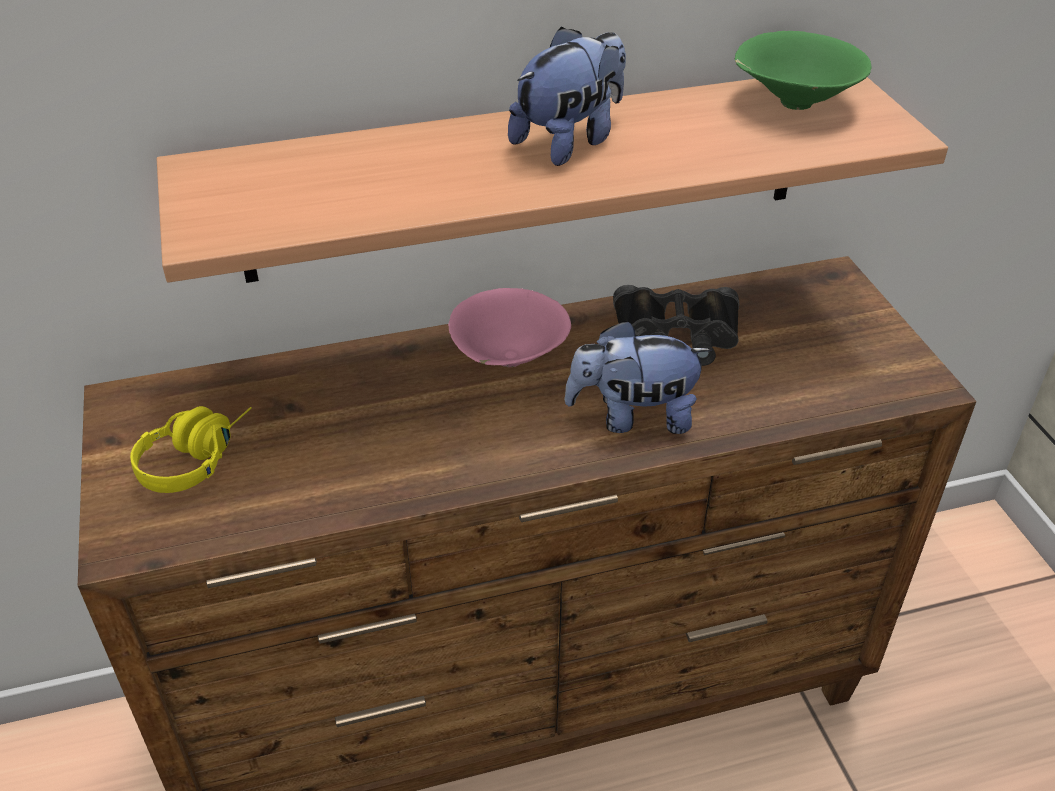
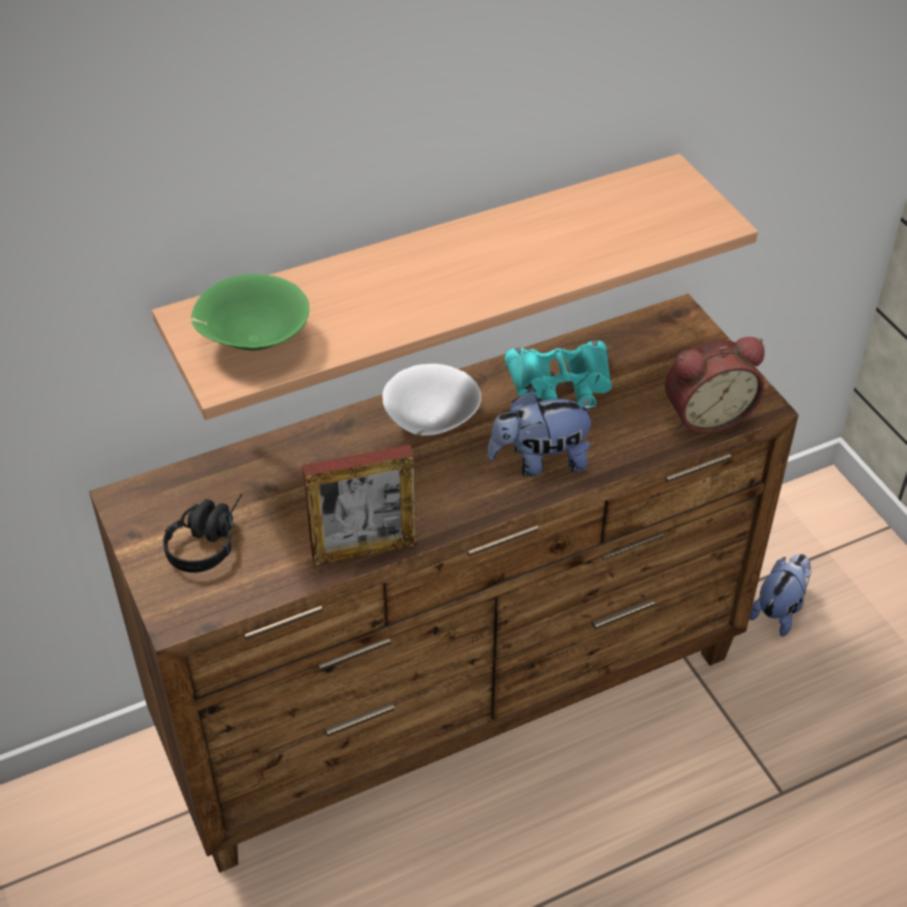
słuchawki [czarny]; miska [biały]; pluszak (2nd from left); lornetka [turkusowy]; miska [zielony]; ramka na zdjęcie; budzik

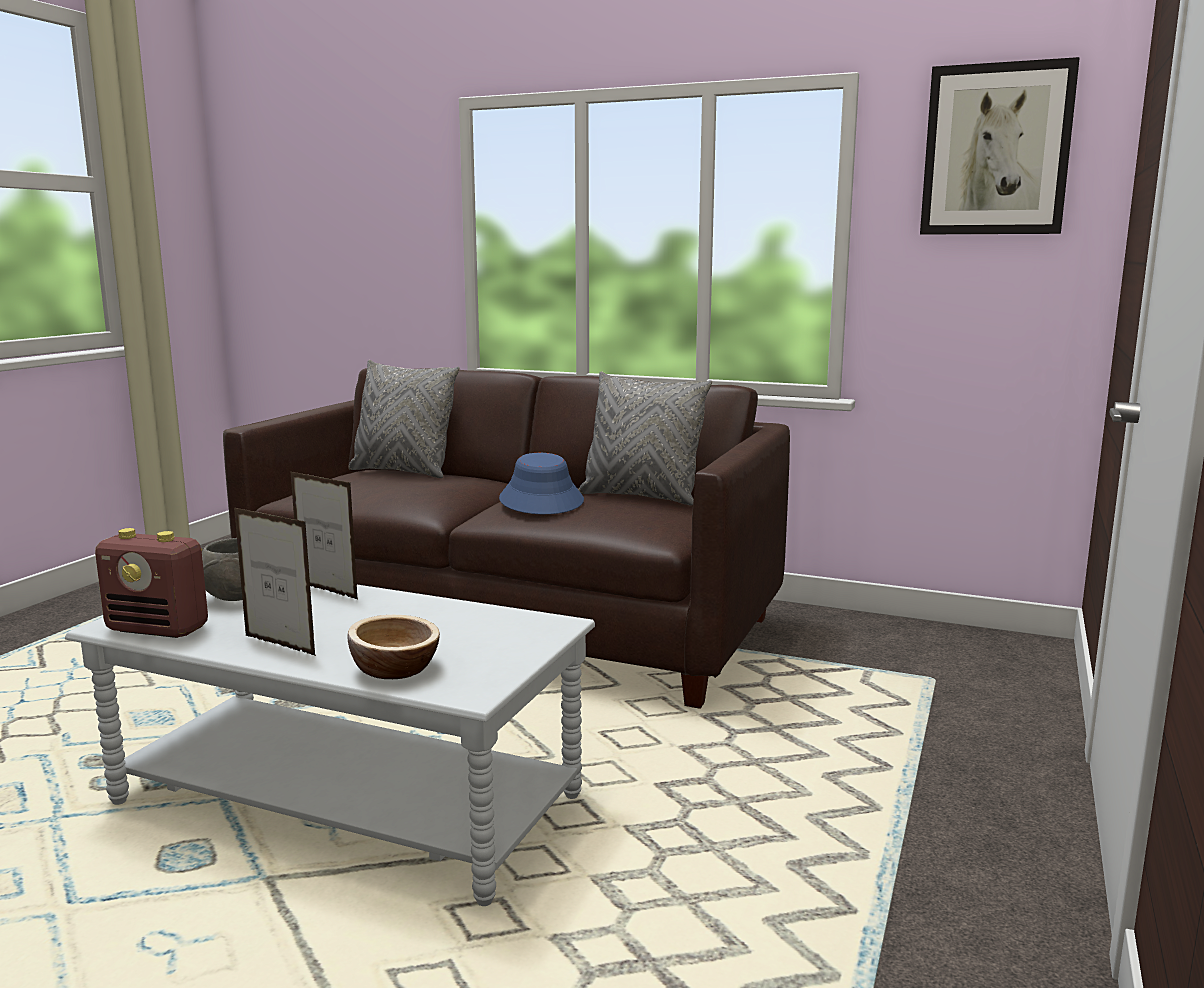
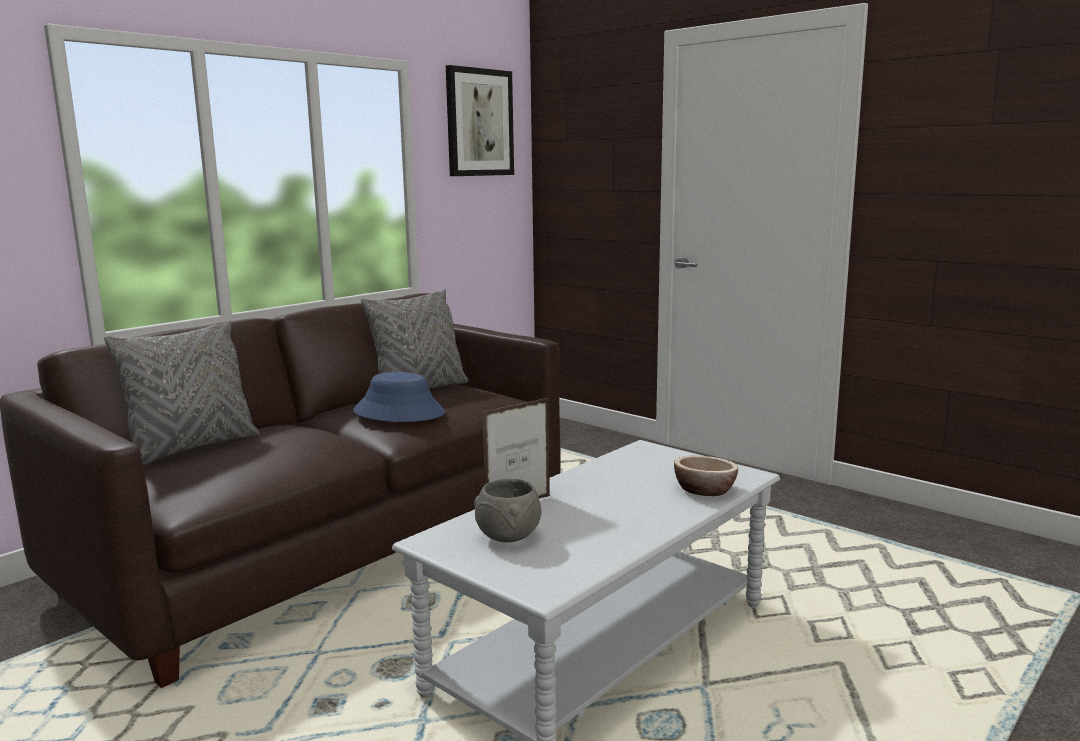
radio; ramka na zdjęcie (1st from left in the first image)

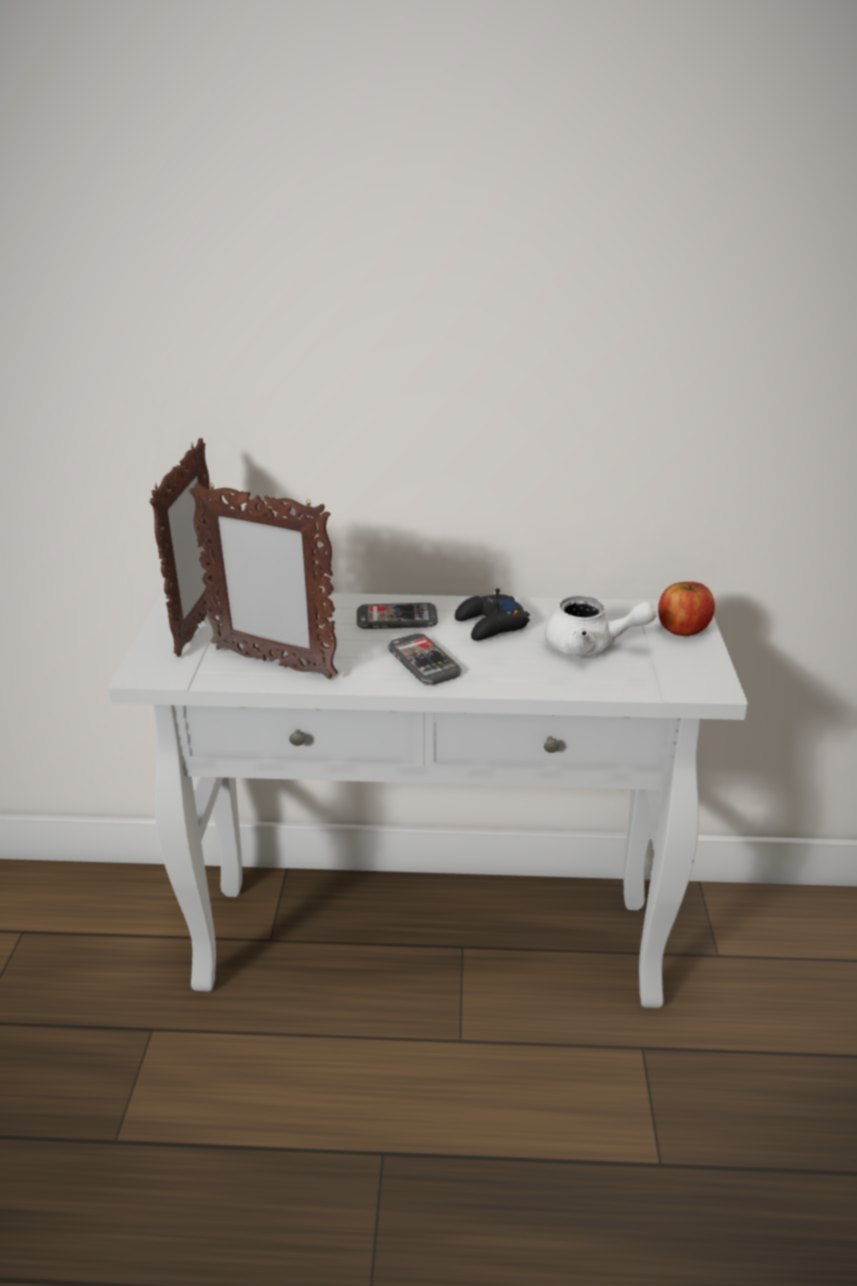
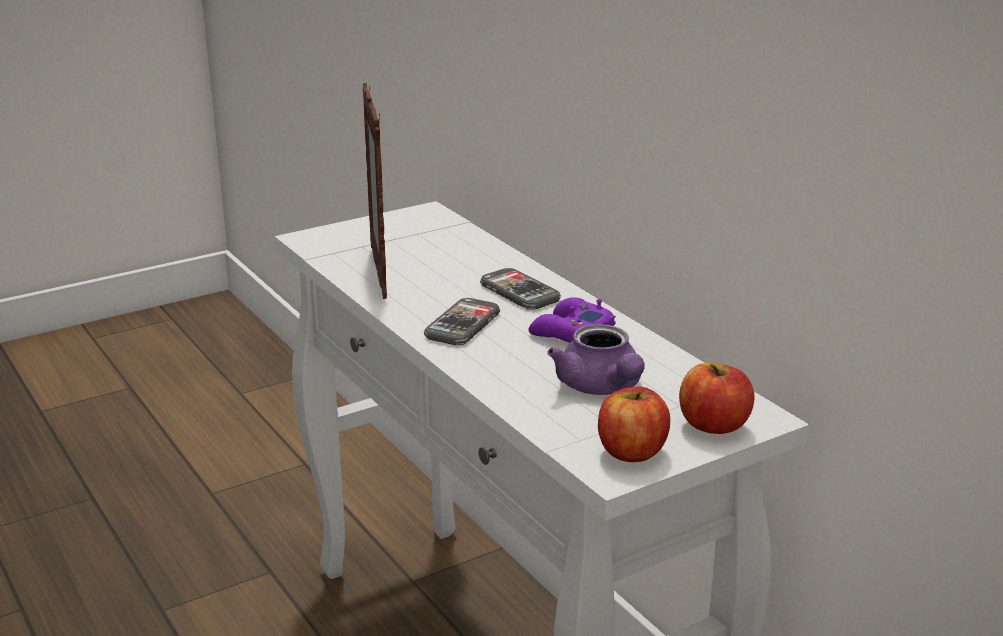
ramka na zdjęcie (1st from left in the first image); pad do gier [fioletowy]; imbryk [fioletowy]; jabłko (1st from left)

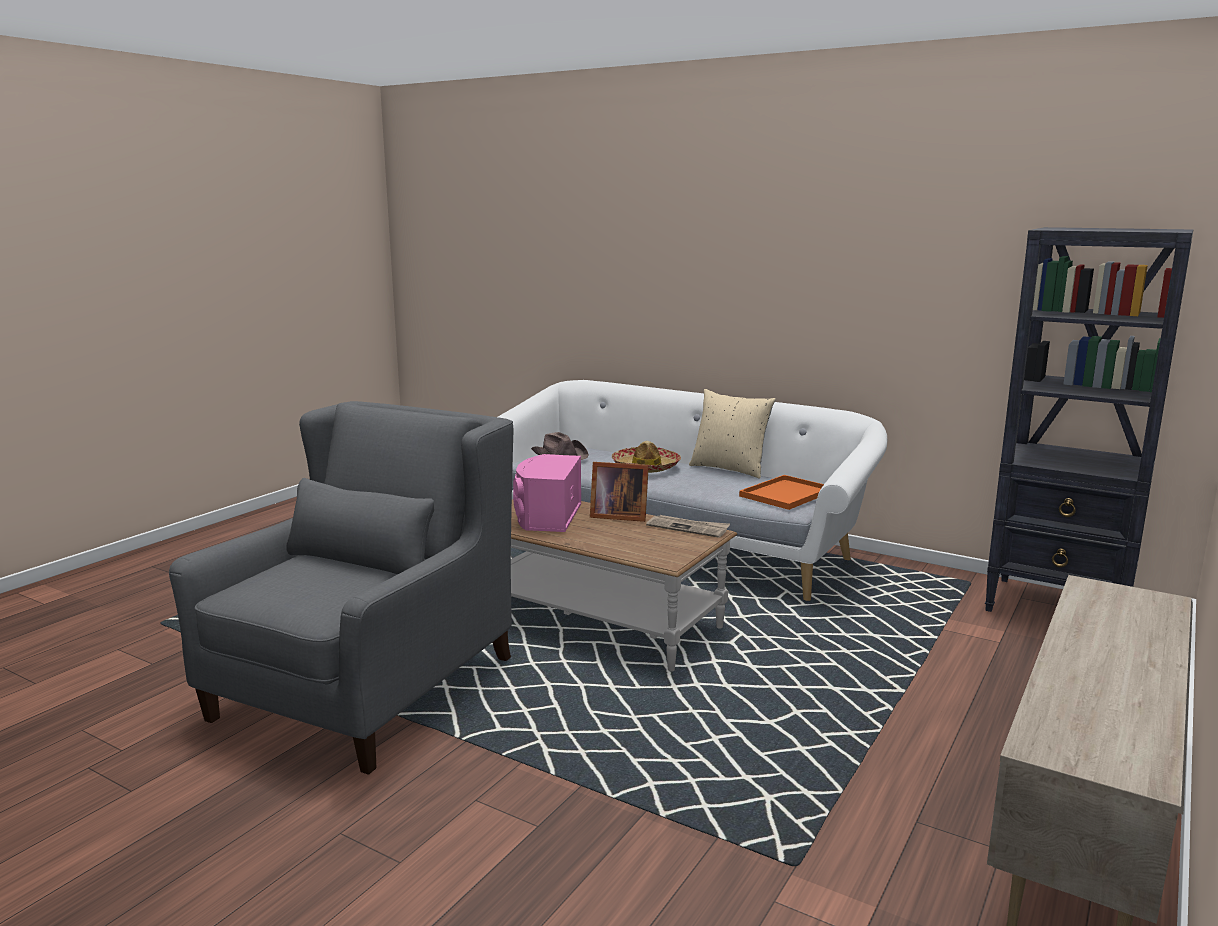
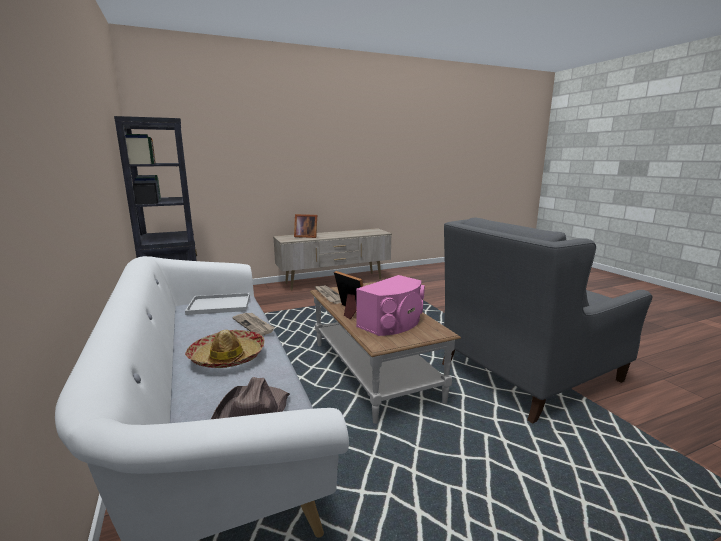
poduszka [beżowy]; taca [biały]; gazeta (1st from left); ramka na zdjęcie (1st from left)

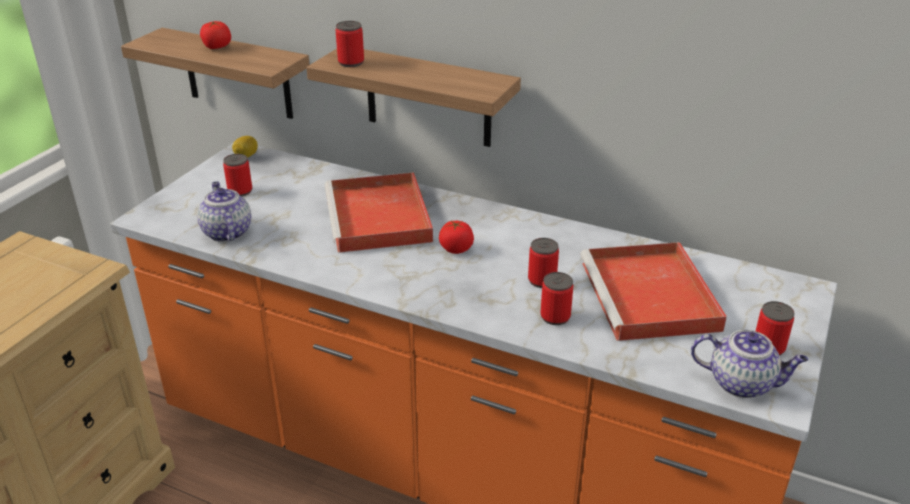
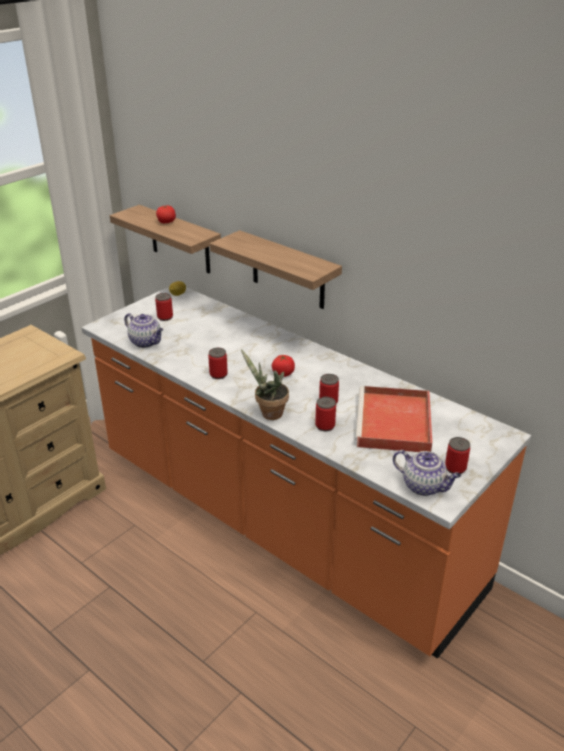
imbryk (1st from left); taca [czerwony] (1st from left in the first image); puszka (2nd from left); roślina doniczkowa

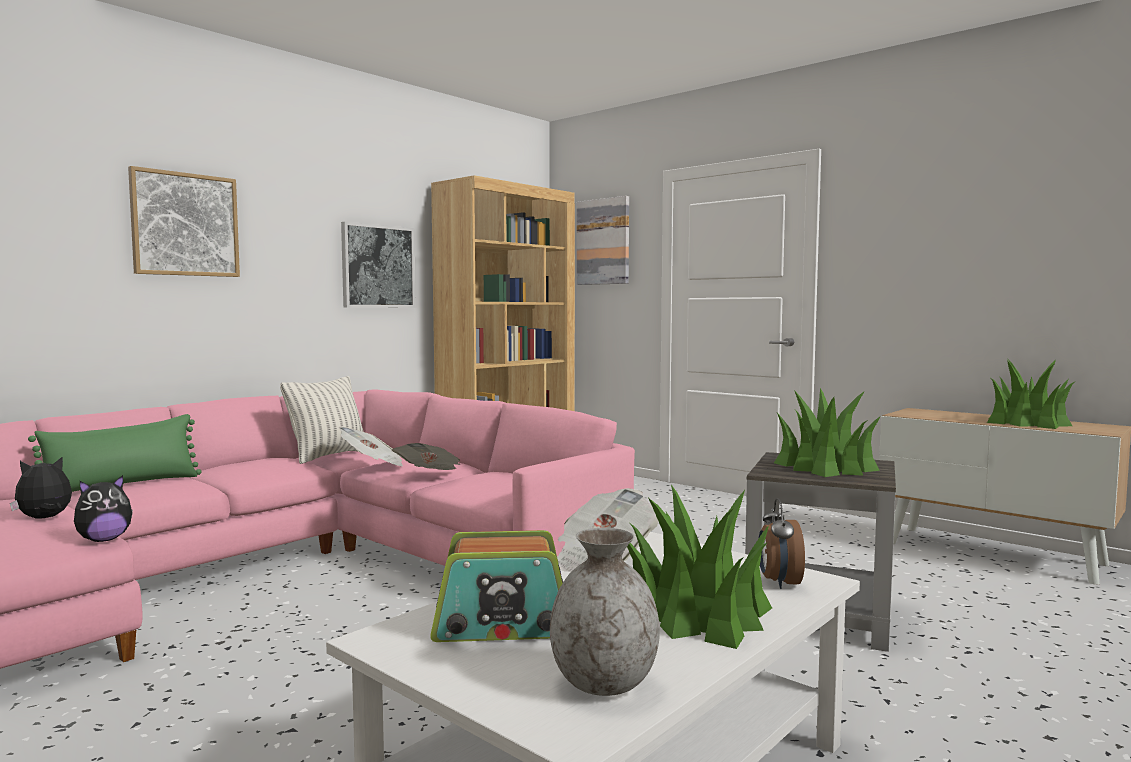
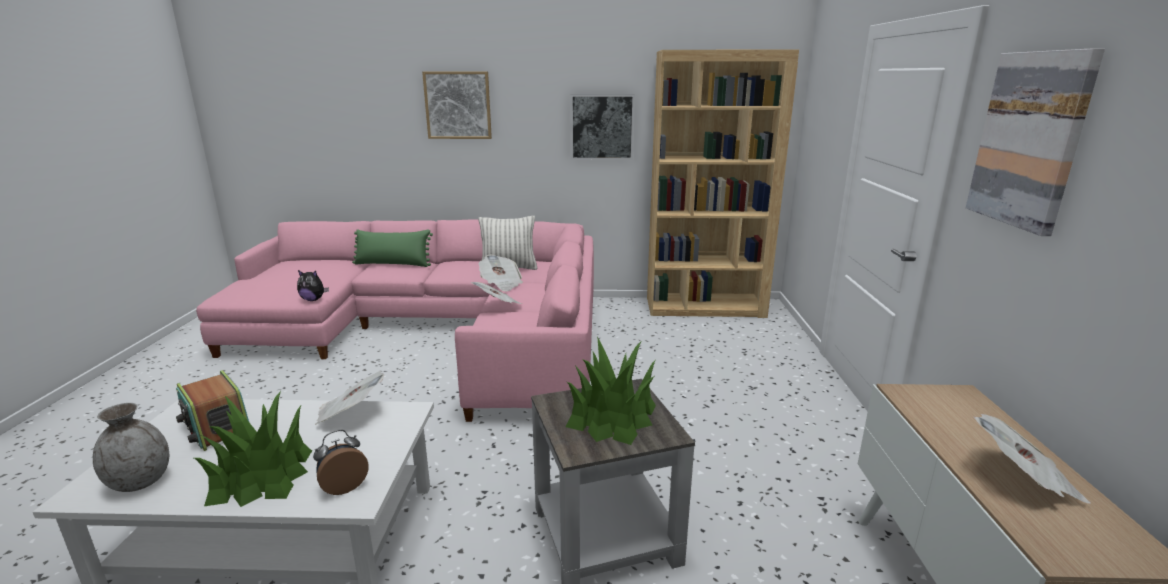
pluszak (1st from left in the first image); obraz (3rd from left); gazeta (4th from left)

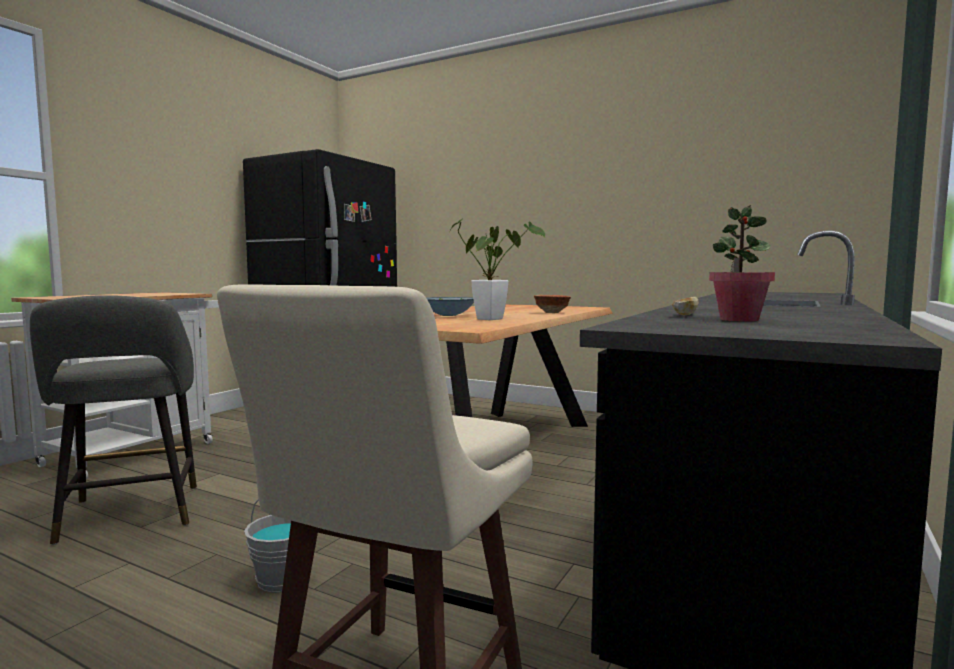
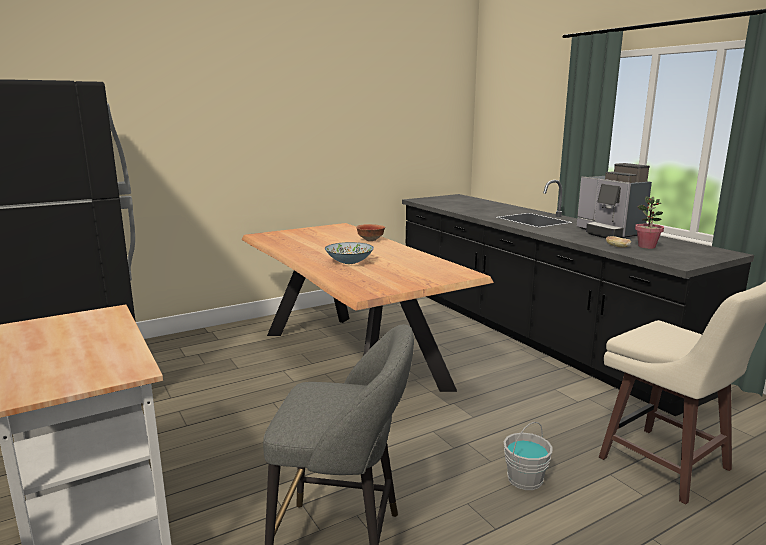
roślina doniczkowa (1st from left in the first image); ekspres do kawy

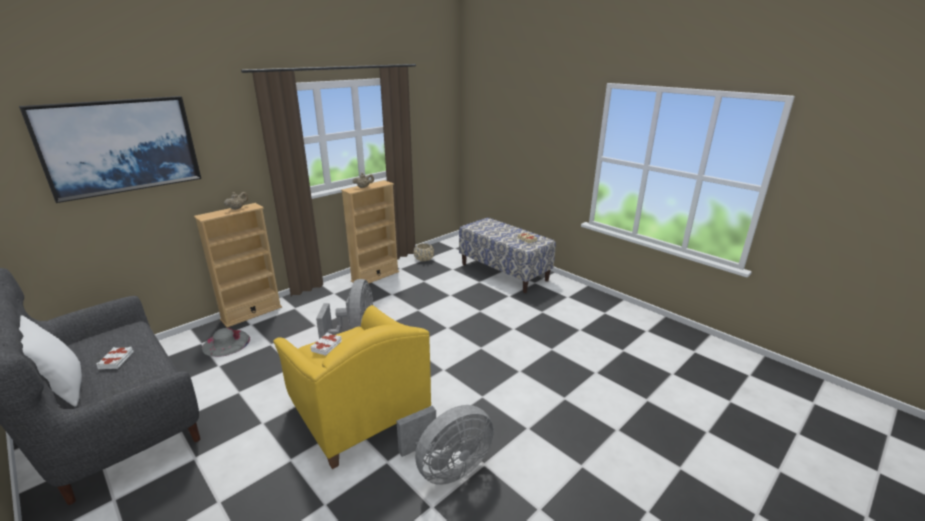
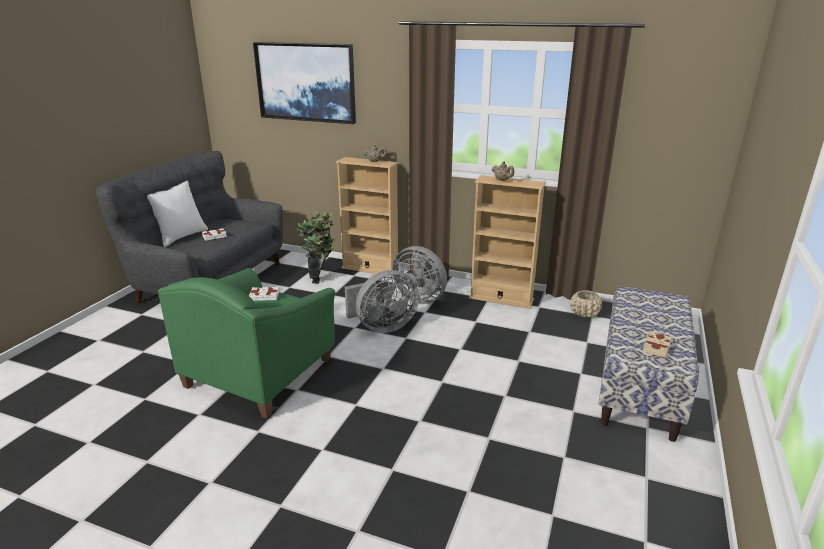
roślina doniczkowa; fotel [zielony]; wentylator [szary] (2nd from left)

